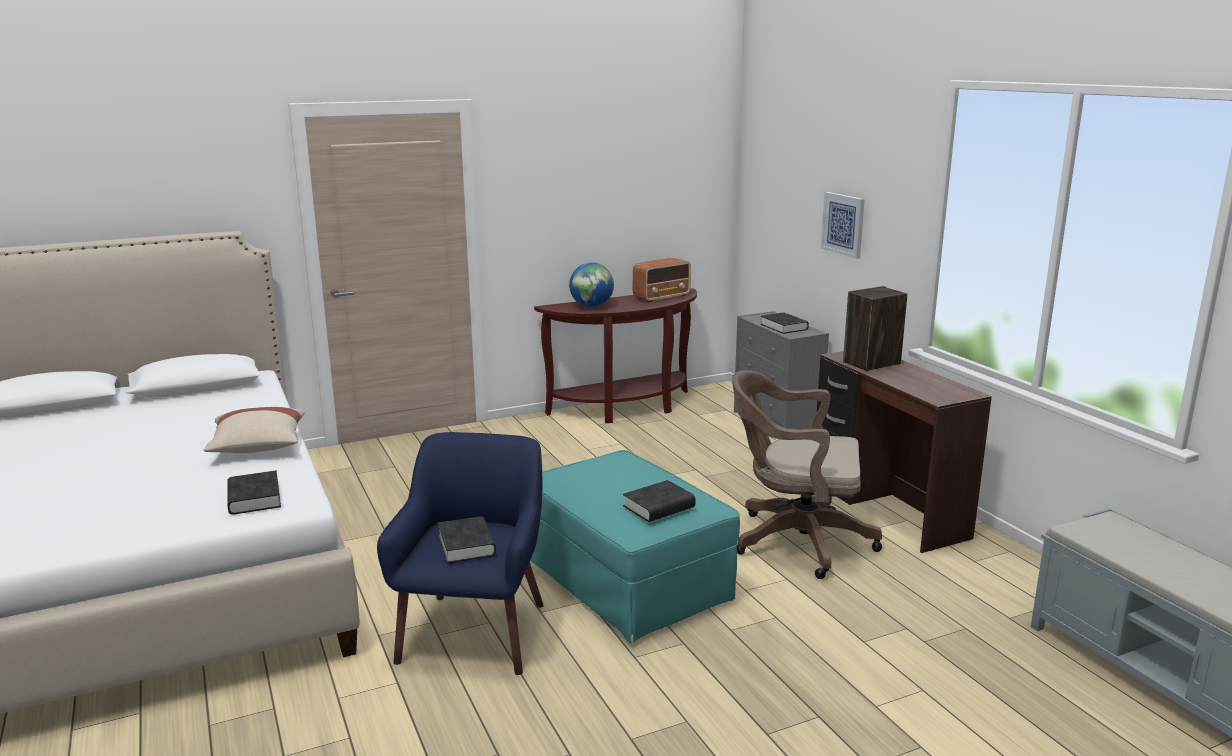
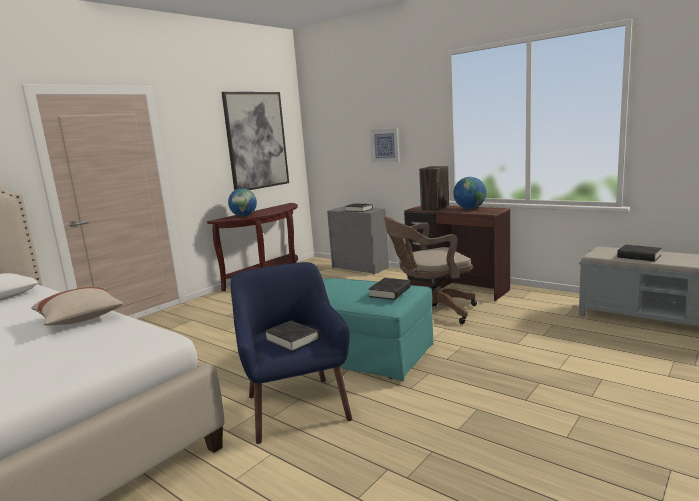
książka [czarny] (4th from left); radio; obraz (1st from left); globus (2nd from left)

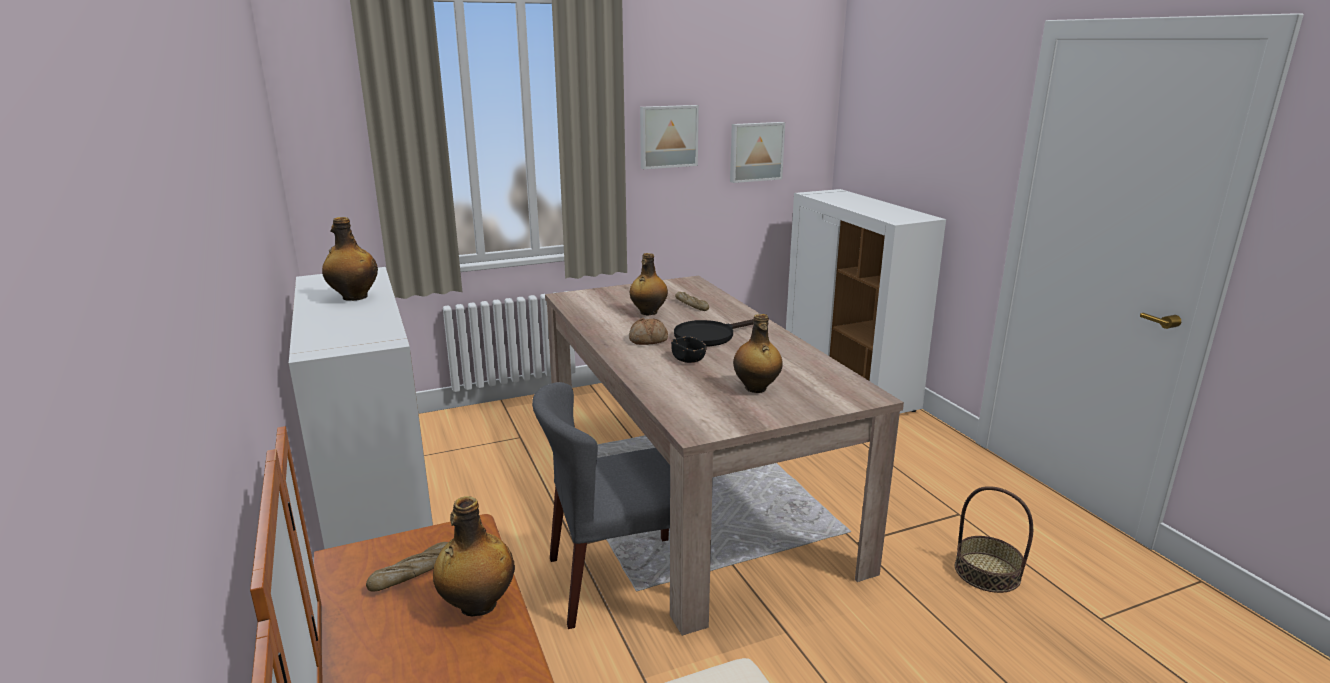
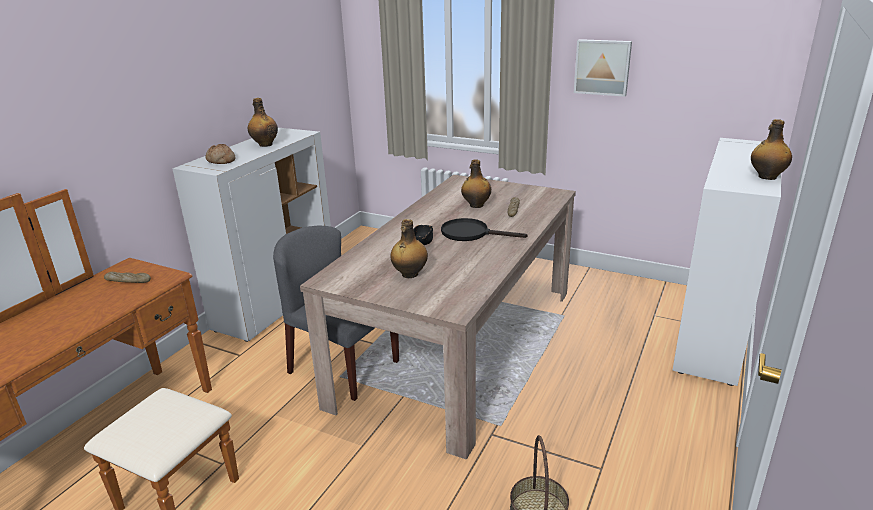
butelka (4th from left); chleb (2nd from left); obraz (2nd from left in the first image)

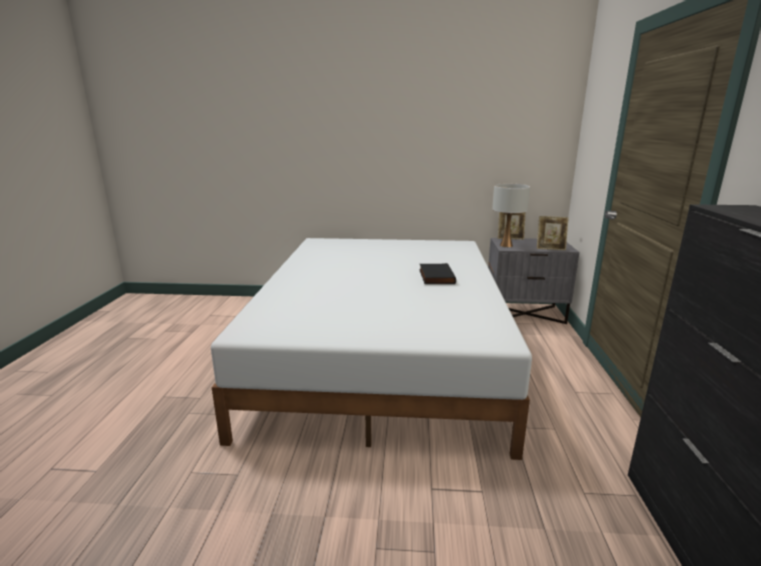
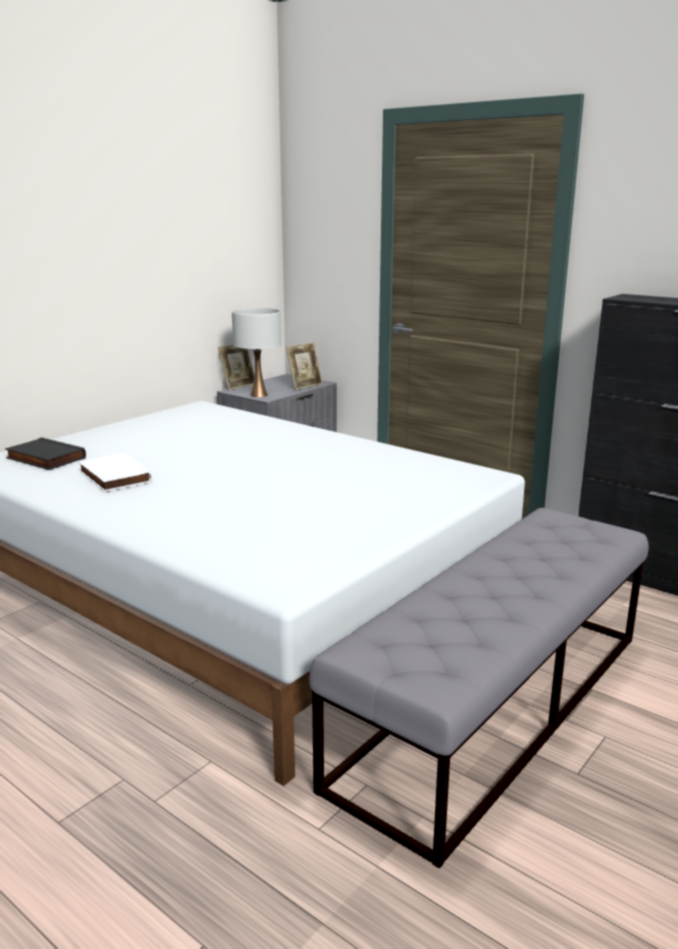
książka [czarny]; książka [biały]; ławka [szary]

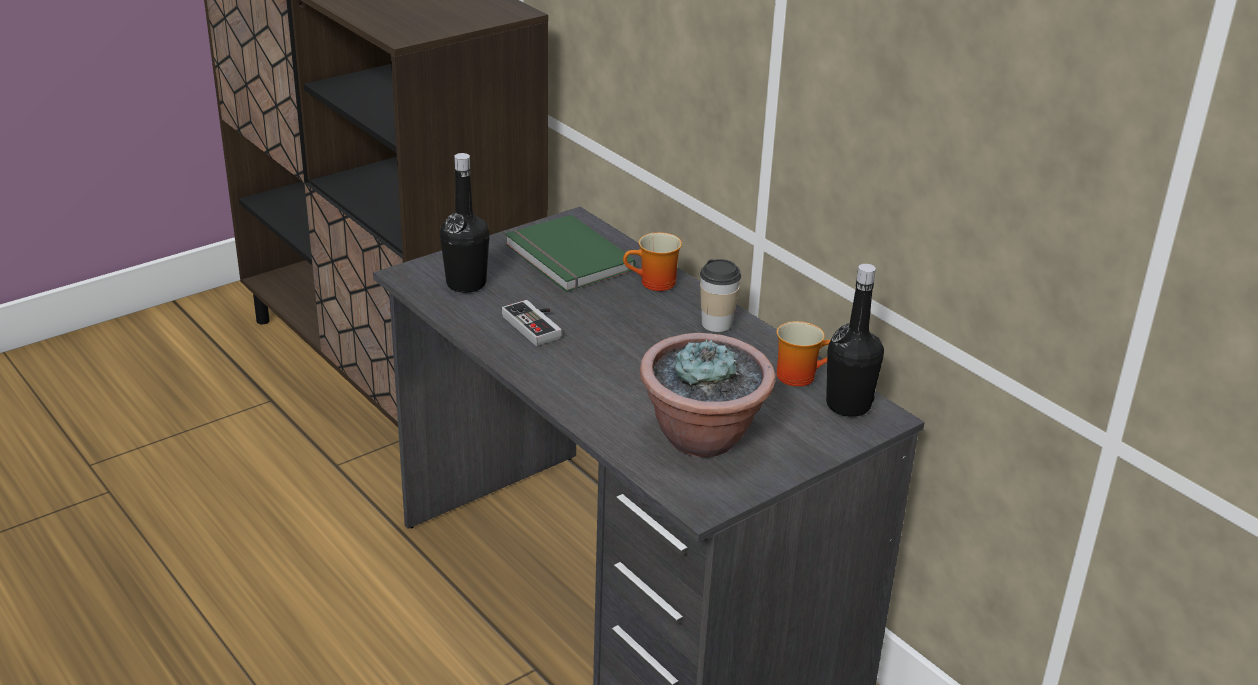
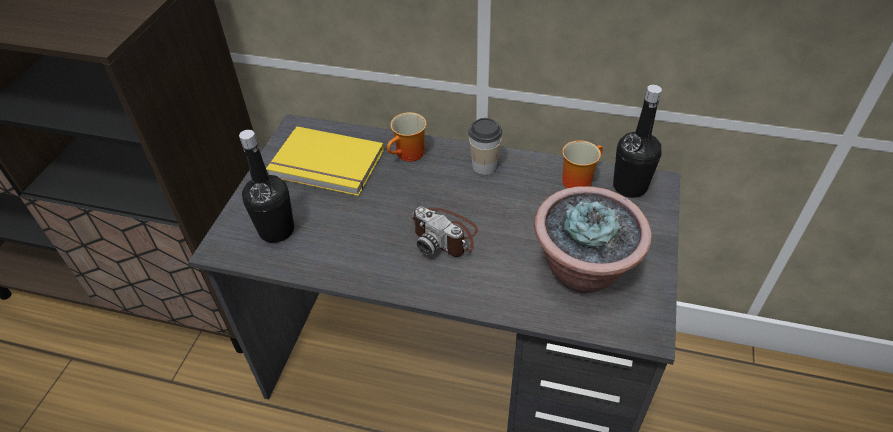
pad do gier; książka [żółty]; aparat fotograficzny

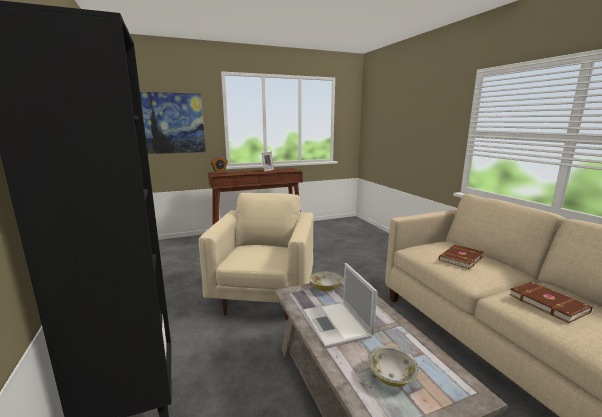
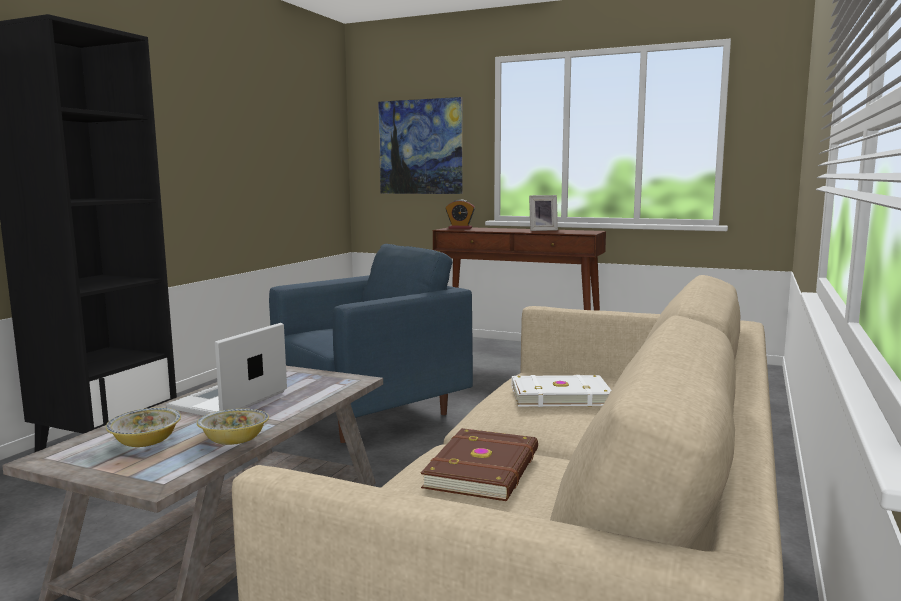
fotel [niebieski]; miska (2nd from left); książka [biały]

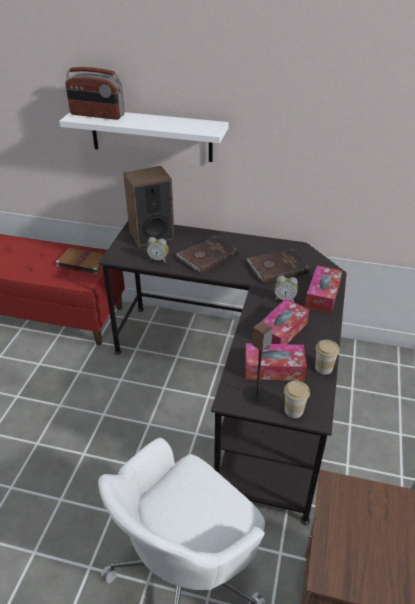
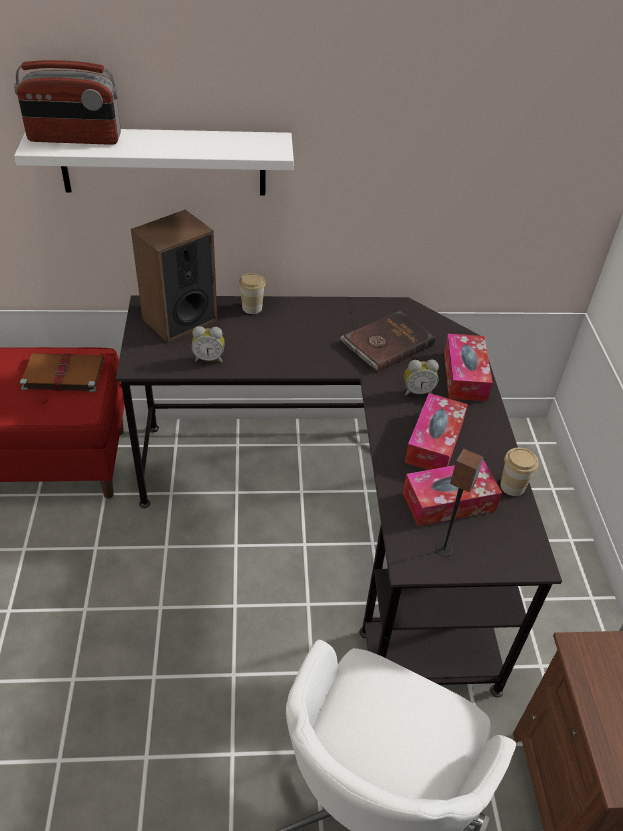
książka [brązowy] (2nd from left in the first image); filiżanka (1st from left)

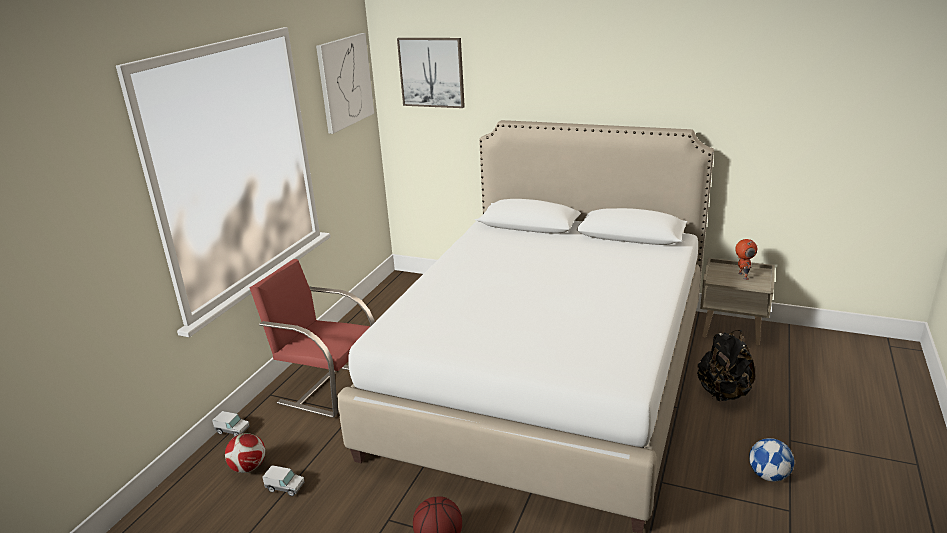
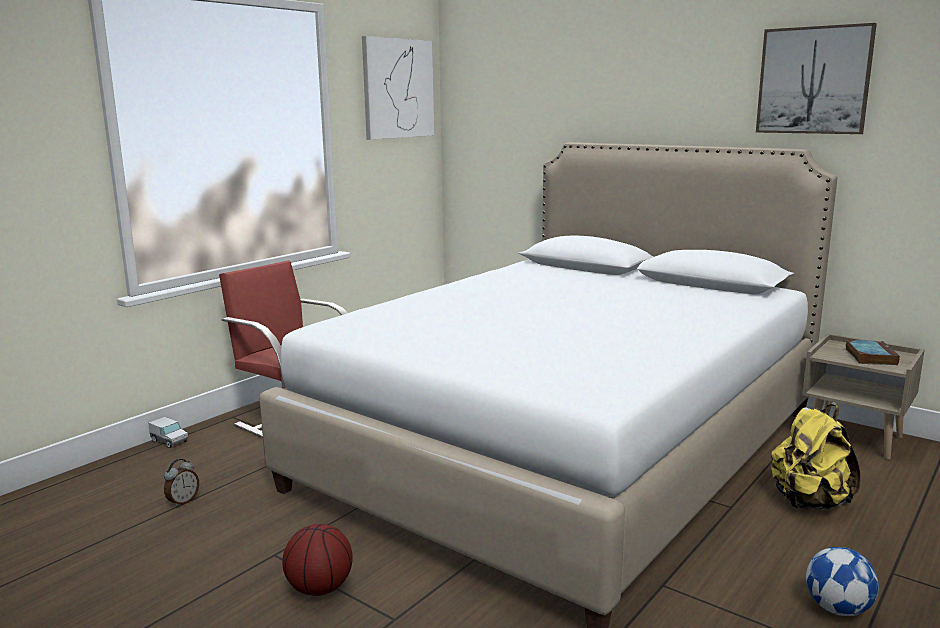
piłka futbolowa (1st from left in the first image); budzik; obraz (2nd from left); plecak [żółty]; książka

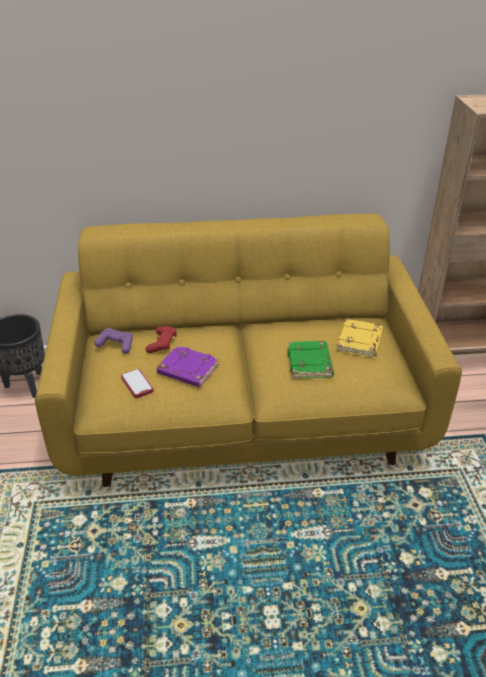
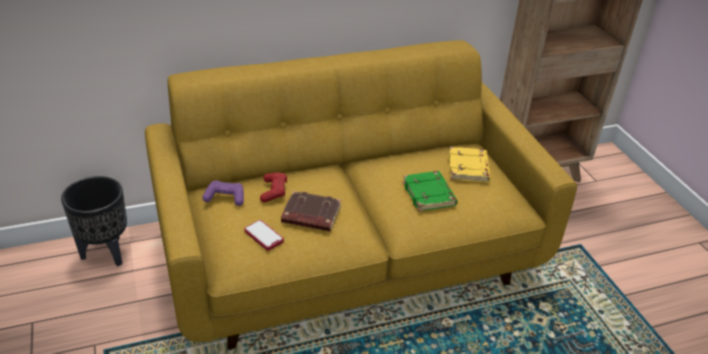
książka [brązowy]

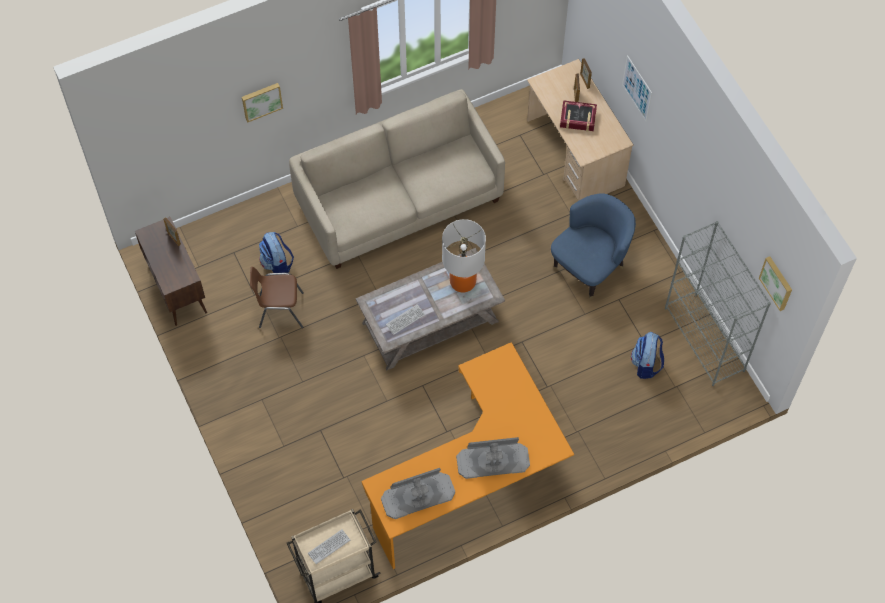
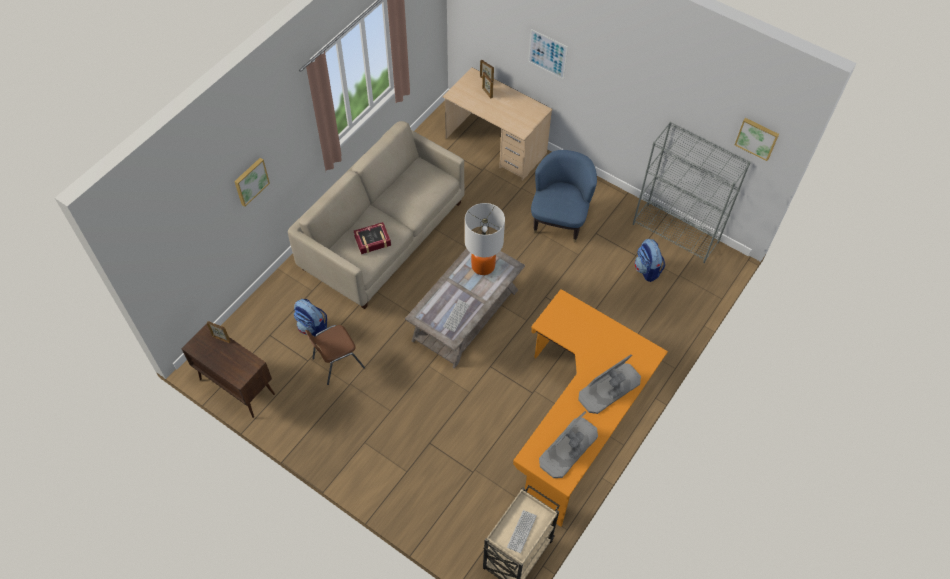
książka

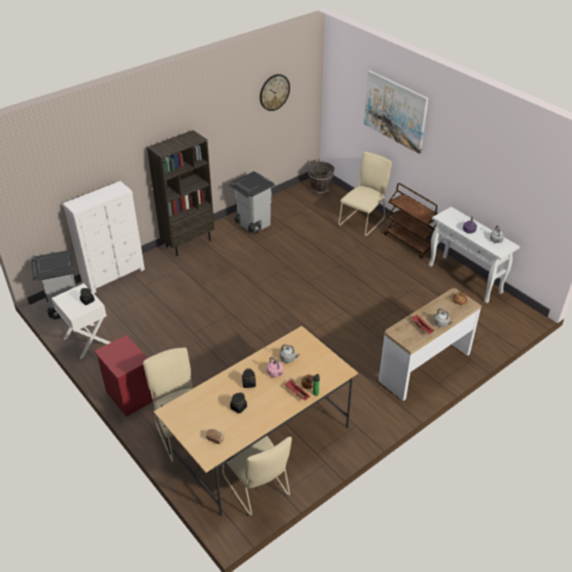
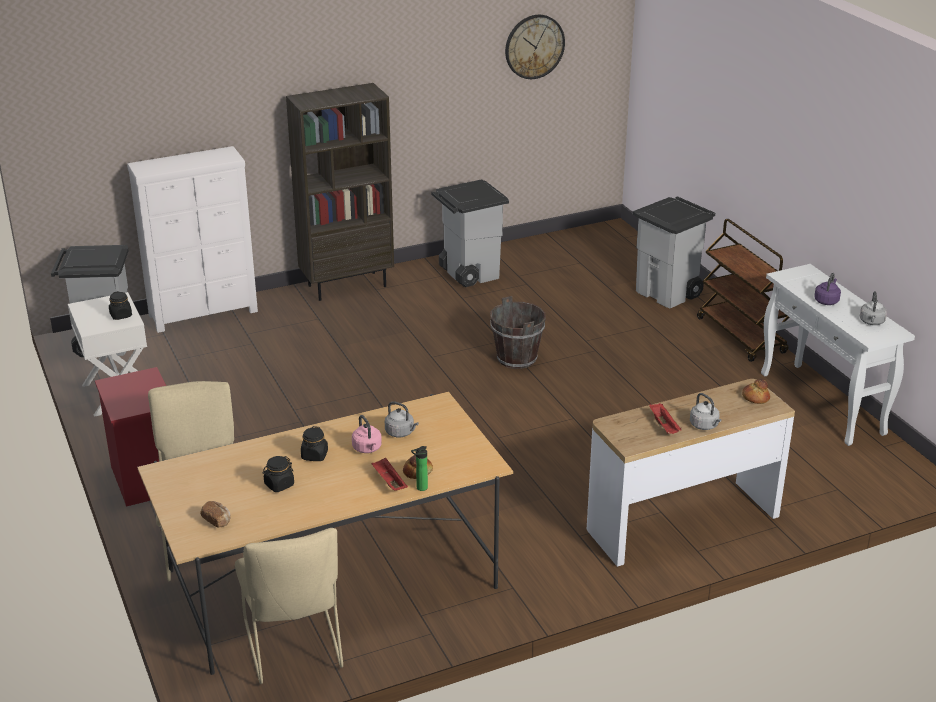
wiadro [brązowy]; kosz na śmieci [szary] (3rd from left); obraz

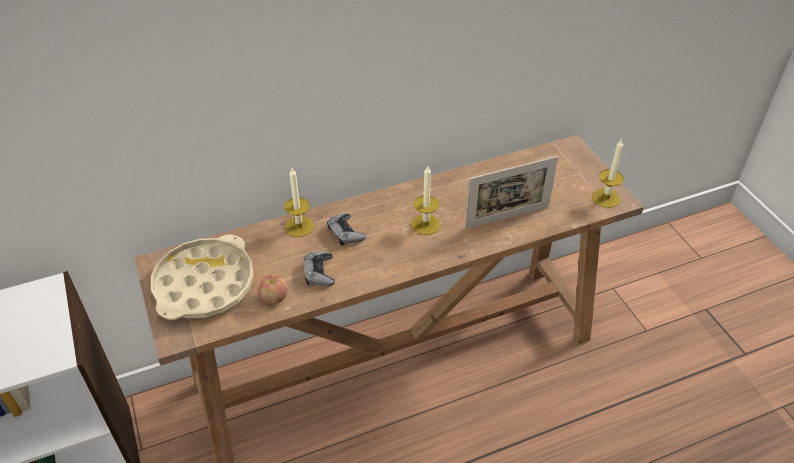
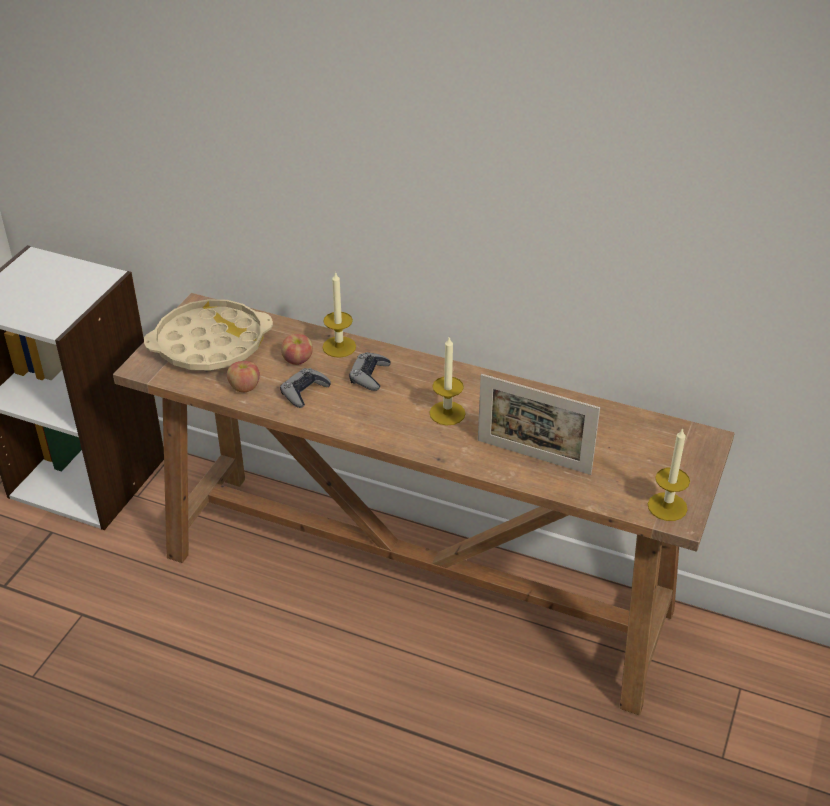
jabłko (2nd from left)

